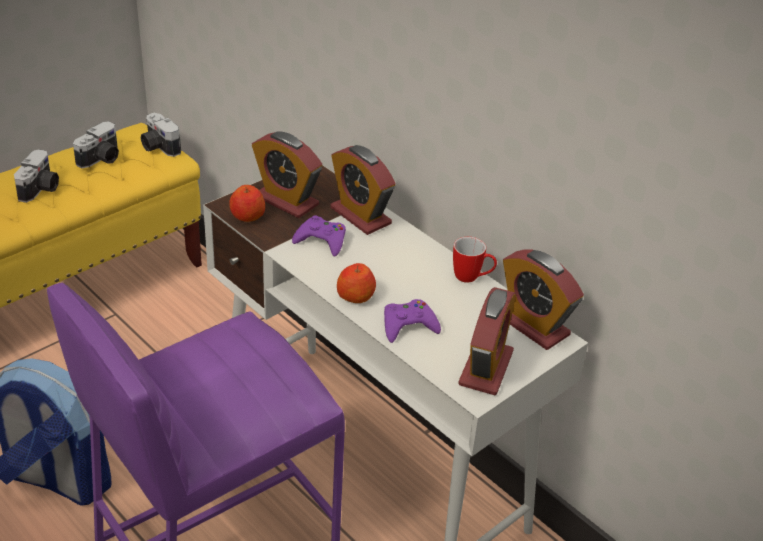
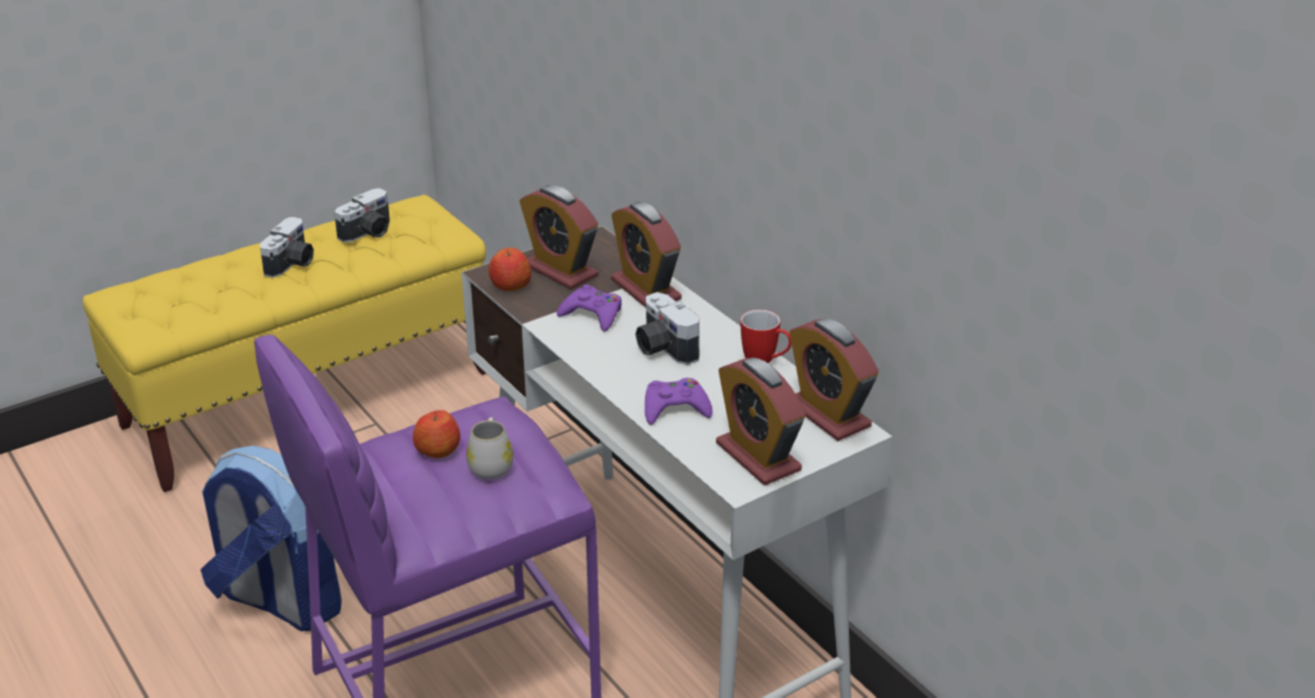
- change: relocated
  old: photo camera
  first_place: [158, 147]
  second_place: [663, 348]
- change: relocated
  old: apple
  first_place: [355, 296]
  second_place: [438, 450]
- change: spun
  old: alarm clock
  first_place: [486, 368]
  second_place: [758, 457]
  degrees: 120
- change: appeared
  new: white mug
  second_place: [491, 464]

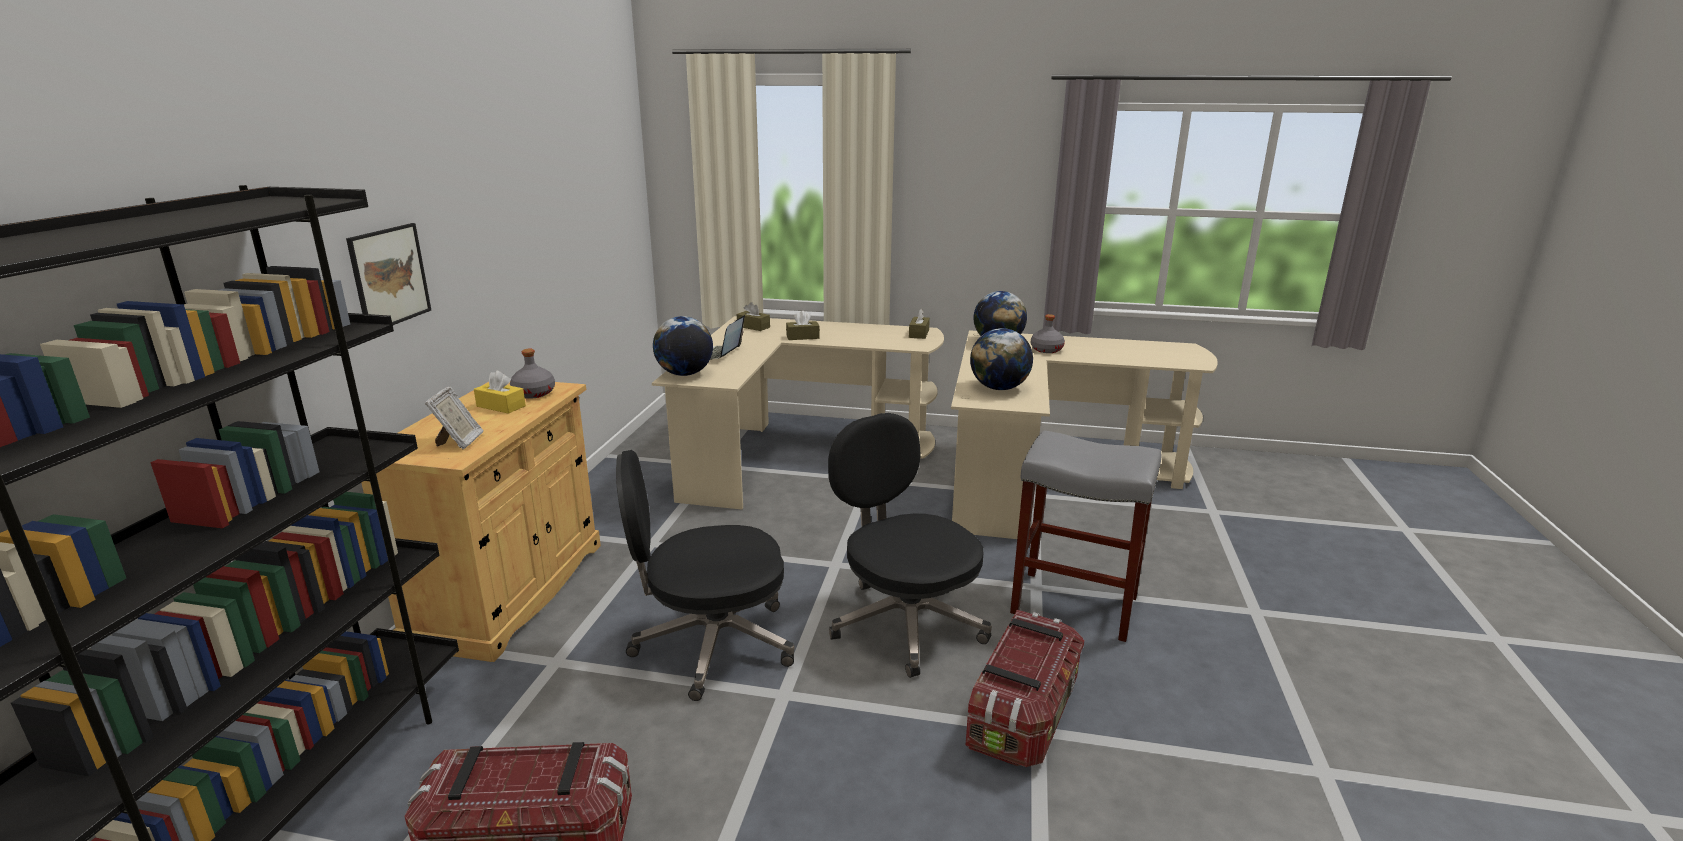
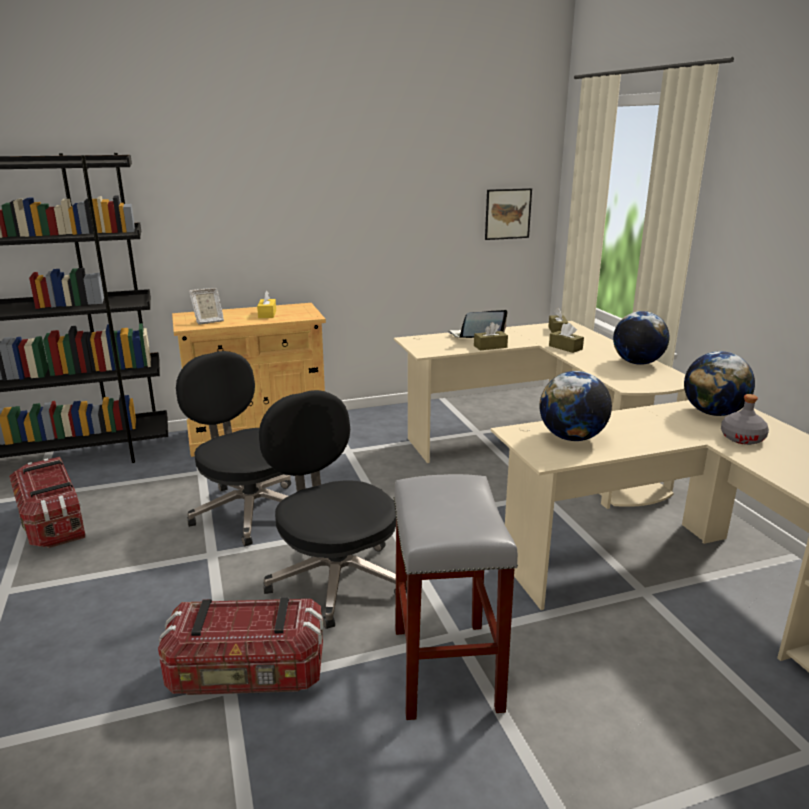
- change: relocated
  old: picture
  first_place: [389, 276]
  second_place: [507, 214]
- change: relocated
  old: brown tissue box
  first_place: [919, 334]
  second_place: [490, 346]
- change: relocated
  old: globe
  first_place: [684, 374]
  second_place: [637, 363]
- change: missing
  old: grey bottle
  first_place: [534, 393]
- change: spun
  old: black office chair
  first_place: [905, 622]
  second_place: [335, 578]
  degrees: -60

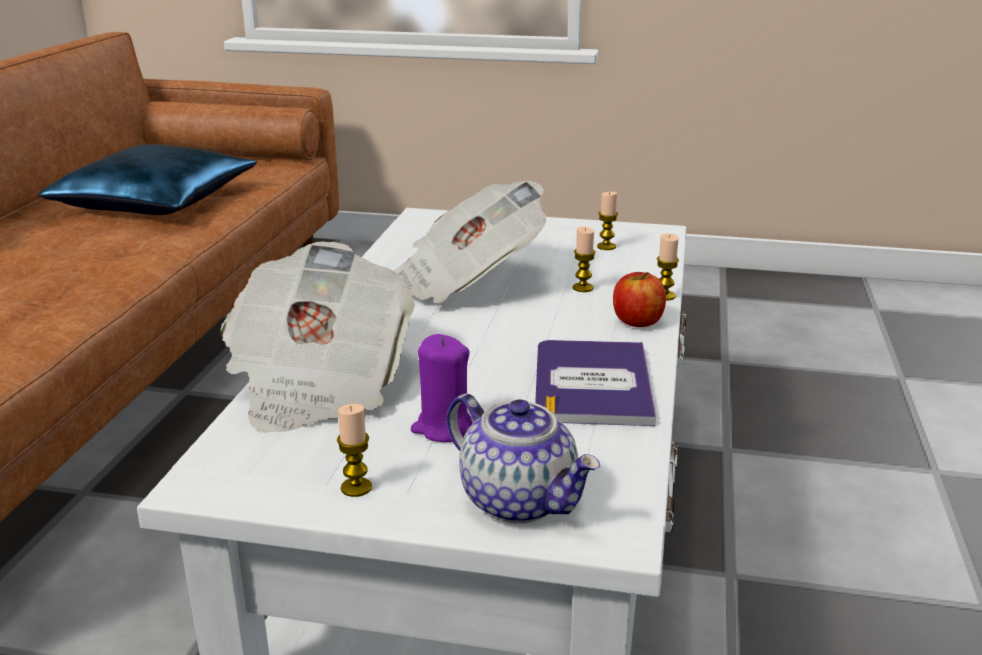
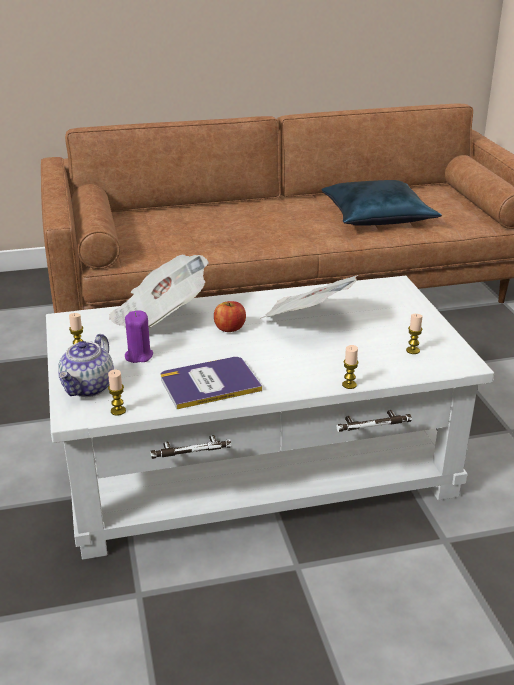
- change: relocated
  old: candle
  first_place: [583, 288]
  second_place: [118, 411]
- change: relocated
  old: apple
  first_place: [637, 321]
  second_place: [229, 328]

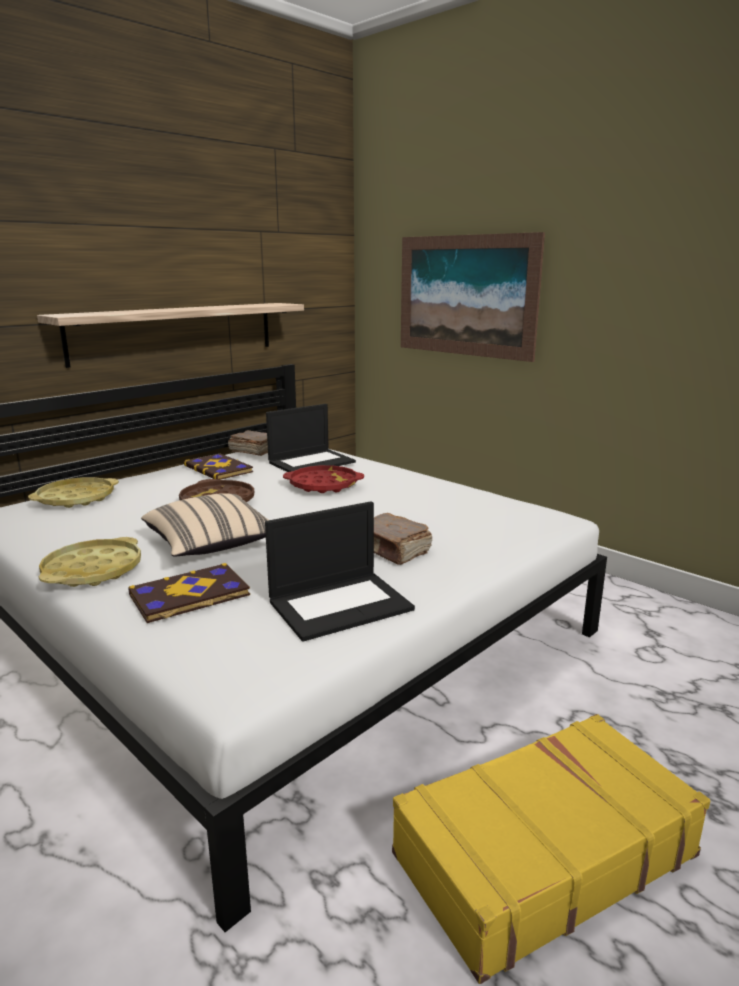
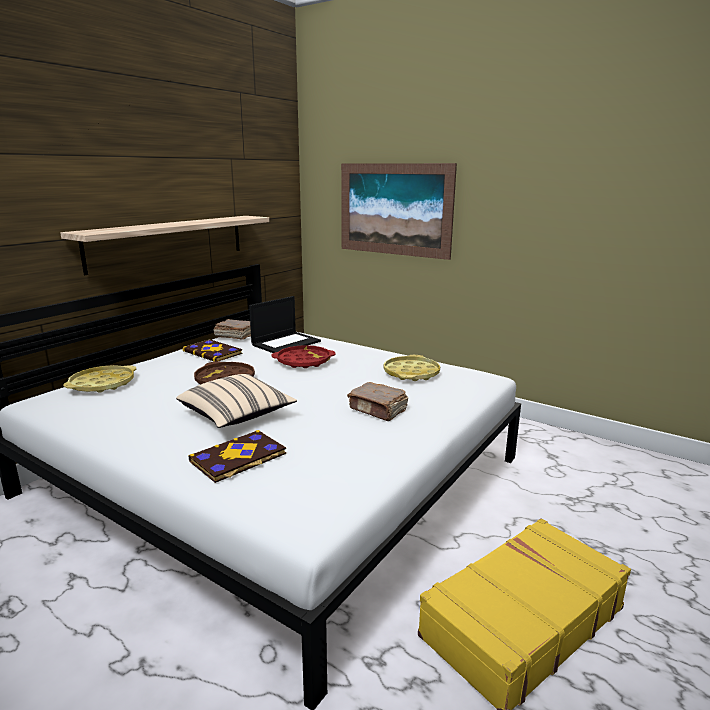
- change: missing
  old: laptop
  first_place: [341, 604]
- change: relocated
  old: yellow tray
  first_place: [93, 570]
  second_place: [411, 373]

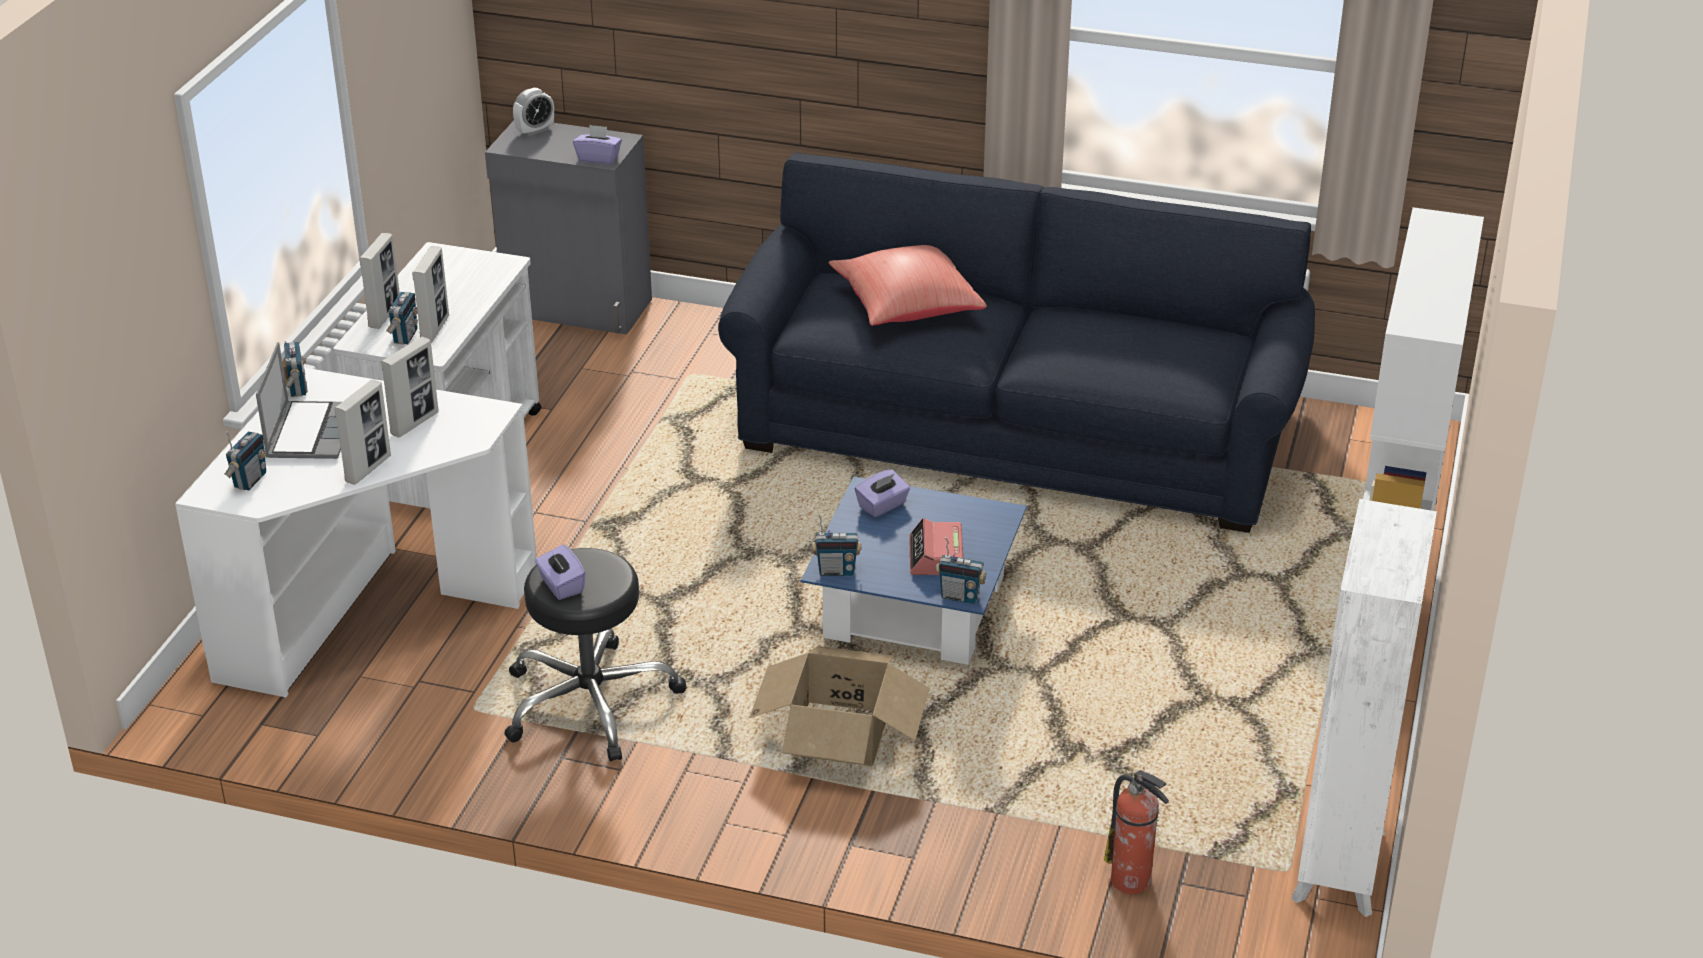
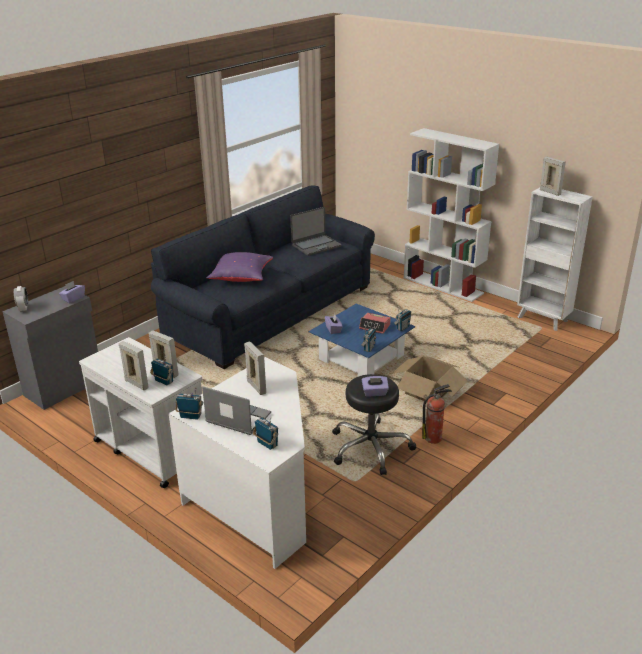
- change: colour
  old: red pillow
  new: purple pillow
  first_place: [905, 307]
  second_place: [240, 278]
- change: relocated
  old: picture frame
  first_place: [368, 468]
  second_place: [550, 192]
- change: relocated
  old: fire extinguisher
  first_place: [1132, 881]
  second_place: [434, 438]
- change: appeared
  new: laptop
  second_place: [316, 245]

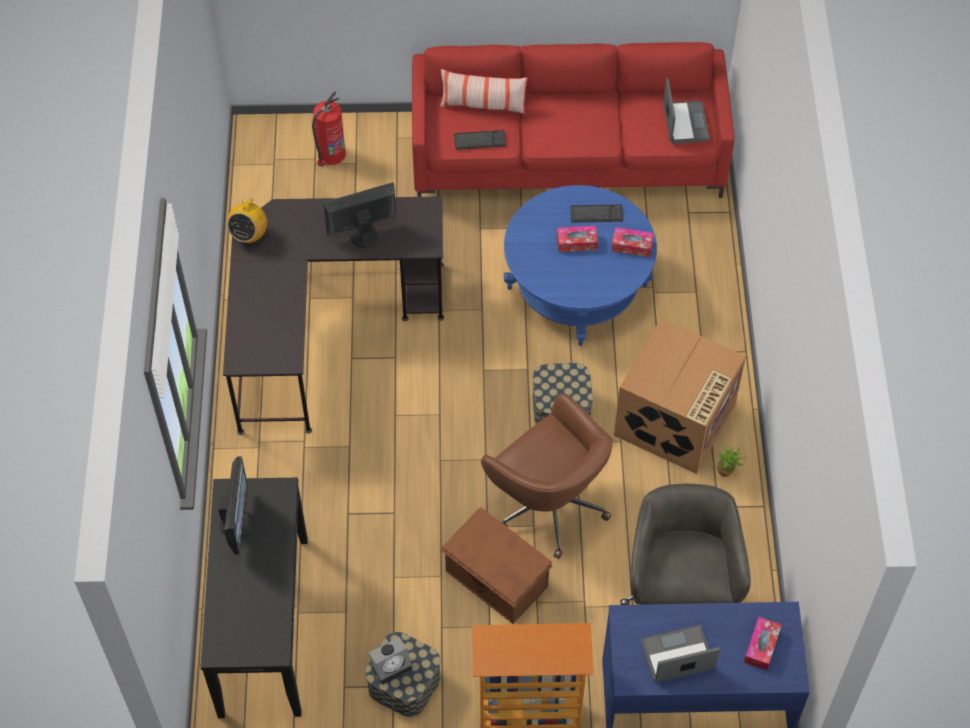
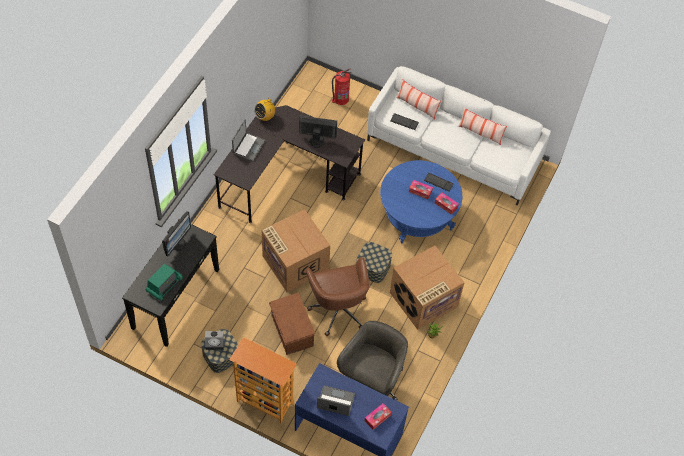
- change: colour
  old: red sofa
  new: white sofa
  first_place: [567, 157]
  second_place: [453, 151]
- change: relocated
  old: laptop
  first_place: [684, 123]
  second_place: [248, 147]
- change: appeared
  new: pillow
  second_place: [480, 133]
- change: appeared
  new: cardboard box
  second_place: [294, 263]
- change: appeared
  new: radio
  second_place: [164, 285]

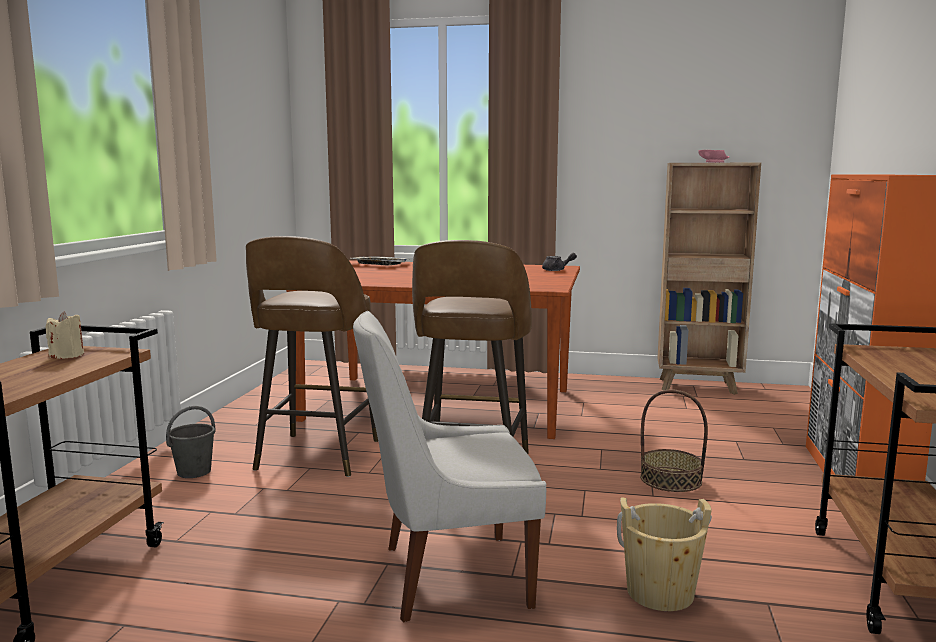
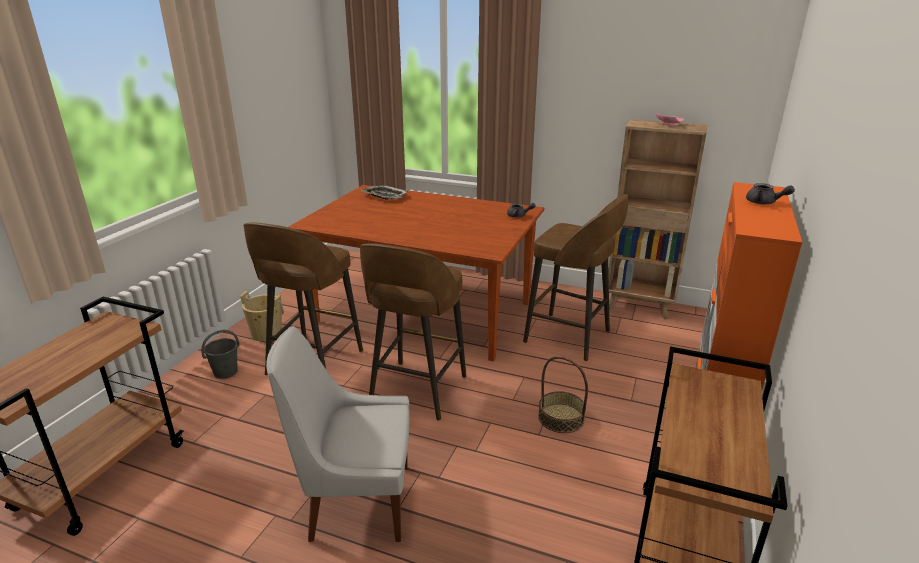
- change: missing
  old: beige candle
  first_place: [67, 355]
- change: relocated
  old: beige bucket
  first_place: [660, 593]
  second_place: [266, 333]
- change: appeared
  new: grey teapot
  second_place: [764, 203]
- change: appeared
  new: brown stool
  second_place: [570, 337]

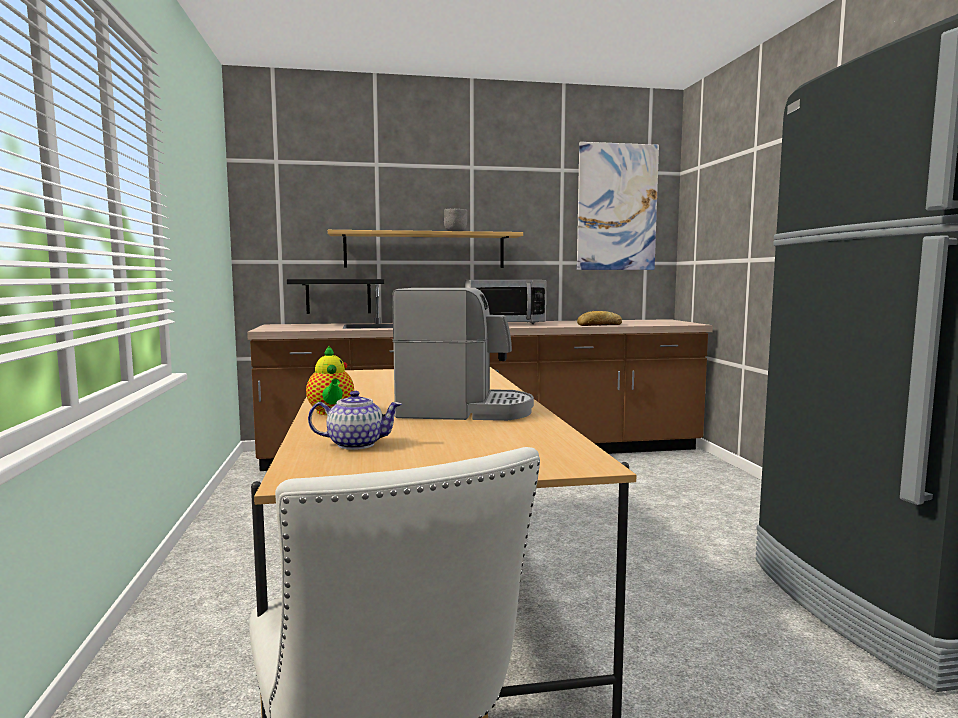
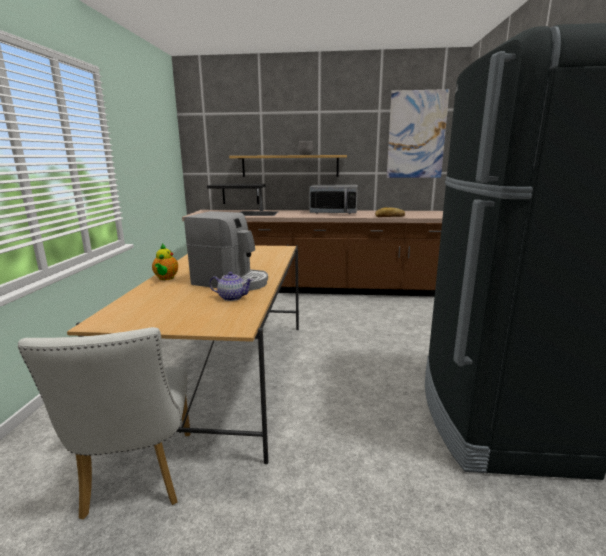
- change: relocated
  old: teapot
  first_place: [355, 444]
  second_place: [232, 297]

